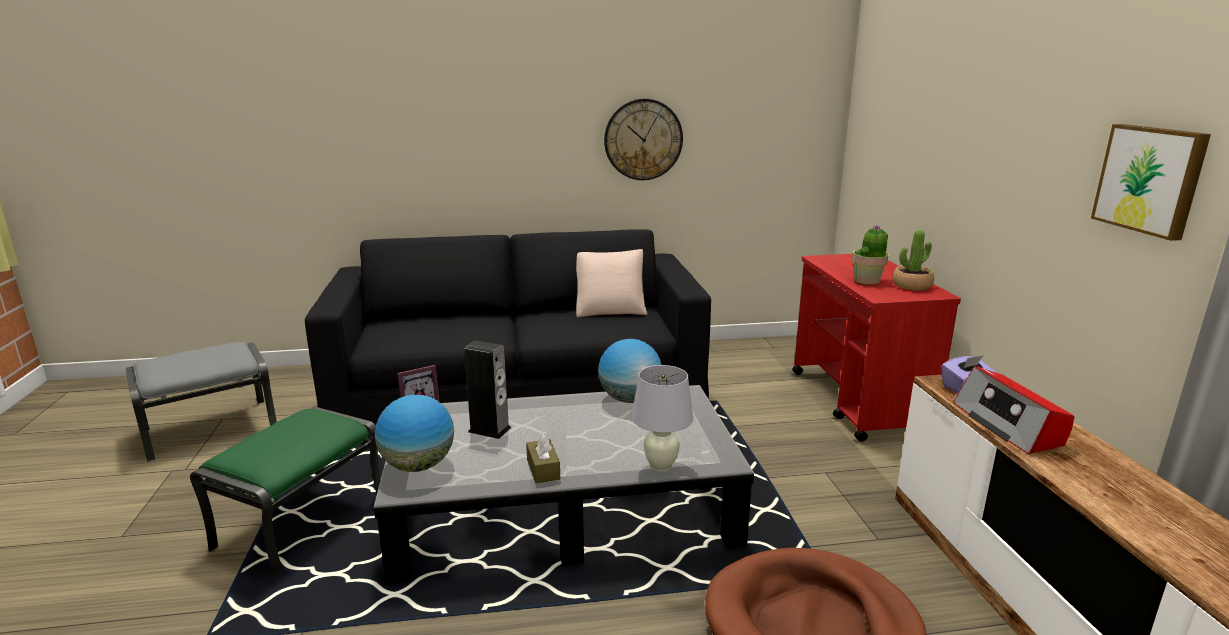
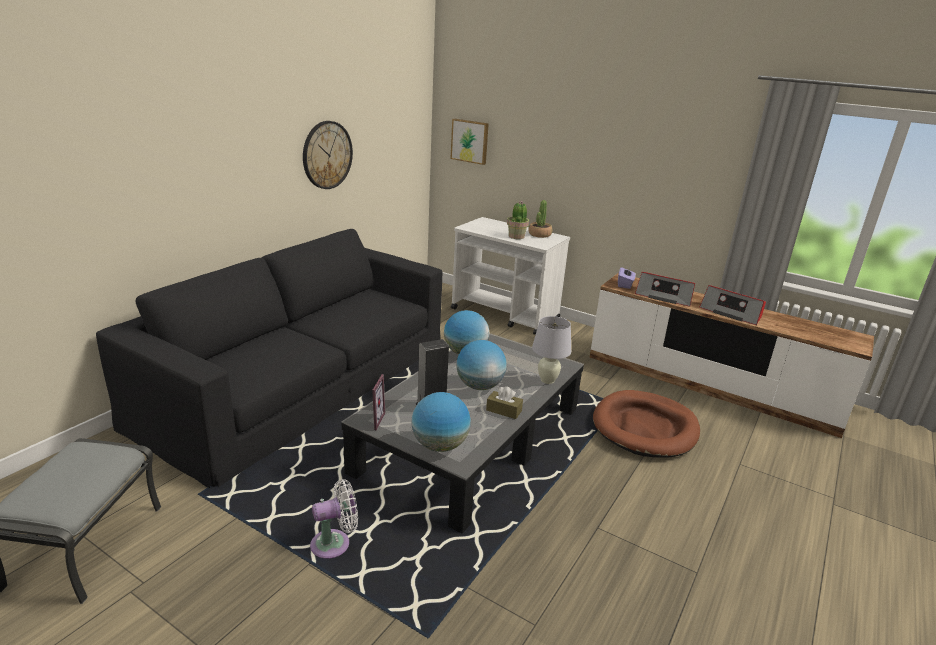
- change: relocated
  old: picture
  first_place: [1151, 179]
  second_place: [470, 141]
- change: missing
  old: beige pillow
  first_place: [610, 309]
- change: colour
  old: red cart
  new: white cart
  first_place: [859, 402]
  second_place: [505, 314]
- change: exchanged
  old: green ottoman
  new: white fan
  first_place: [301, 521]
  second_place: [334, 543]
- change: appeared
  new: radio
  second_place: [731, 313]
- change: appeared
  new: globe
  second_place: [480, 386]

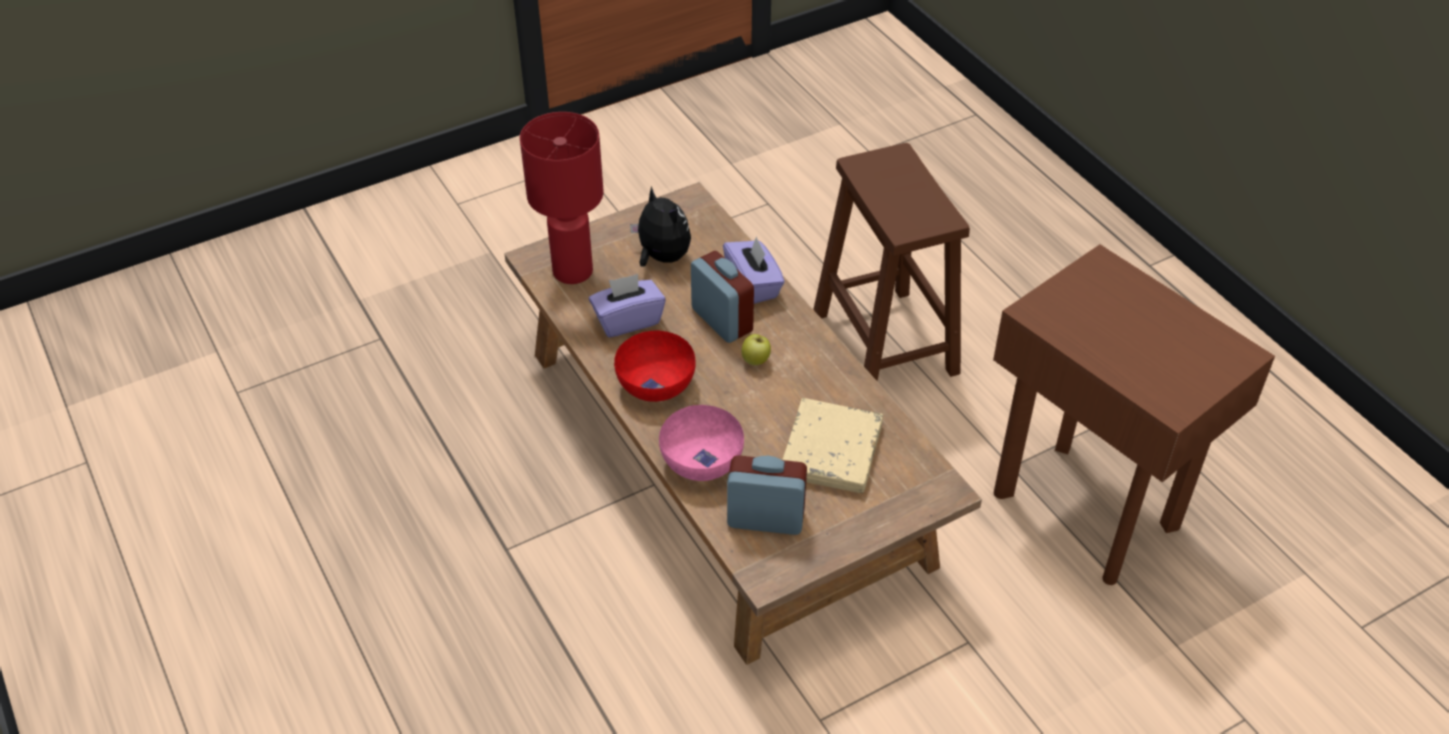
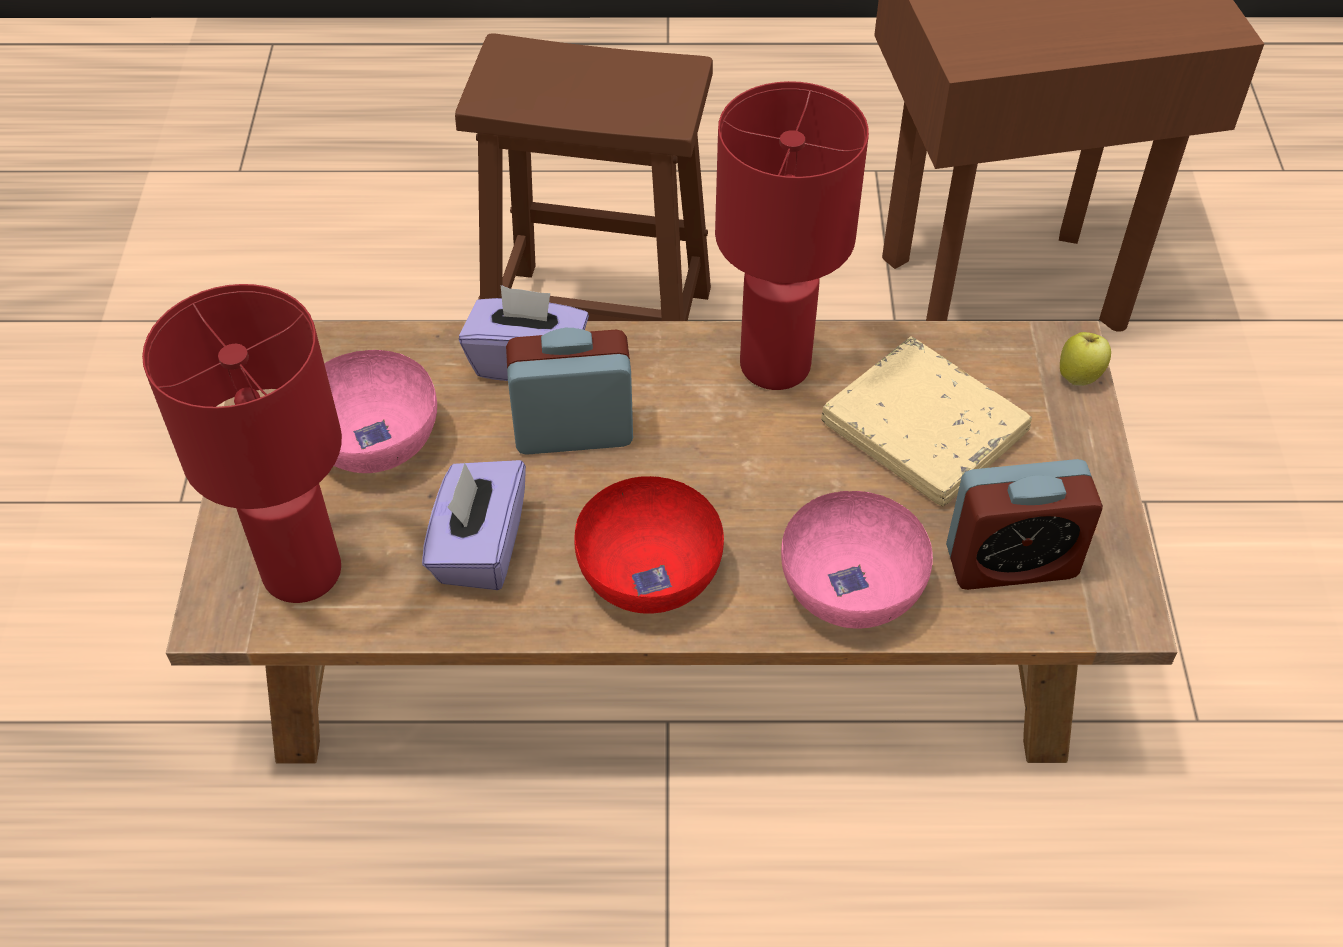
- change: exchanged
  old: plush toy
  new: pink bowl
  first_place: [661, 257]
  second_place: [373, 442]
- change: relocated
  old: apple
  first_place: [756, 361]
  second_place: [1079, 376]
- change: spun
  old: alarm clock
  first_place: [765, 518]
  second_place: [1011, 562]
  degrees: -135
- change: appeared
  new: red table lamp
  second_place: [776, 367]

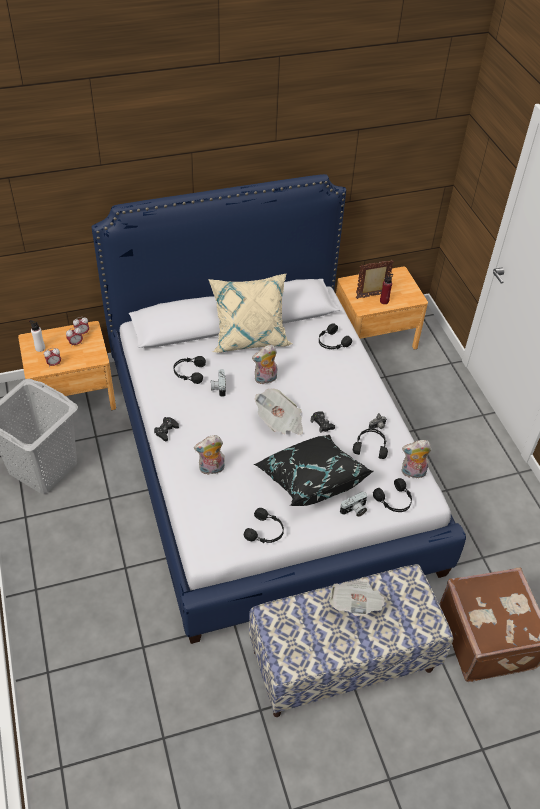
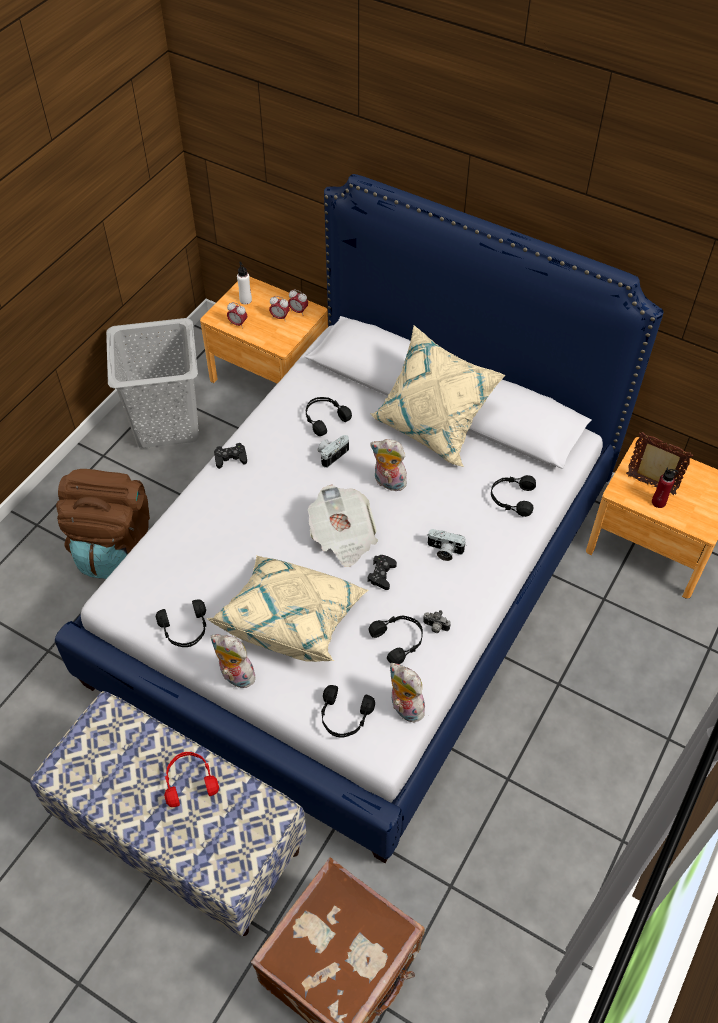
- change: colour
  old: black pillow
  new: beige pillow
  first_place: [310, 480]
  second_place: [293, 619]
- change: relocated
  old: plush toy
  first_place: [211, 469]
  second_place: [235, 676]
- change: relocated
  old: photo camera
  first_place: [354, 510]
  second_place: [444, 551]
- change: exchanged
  old: newspaper
  new: red headphones
  first_place: [355, 604]
  second_place: [189, 781]
- change: appeared
  new: brown backpack
  second_place: [114, 546]

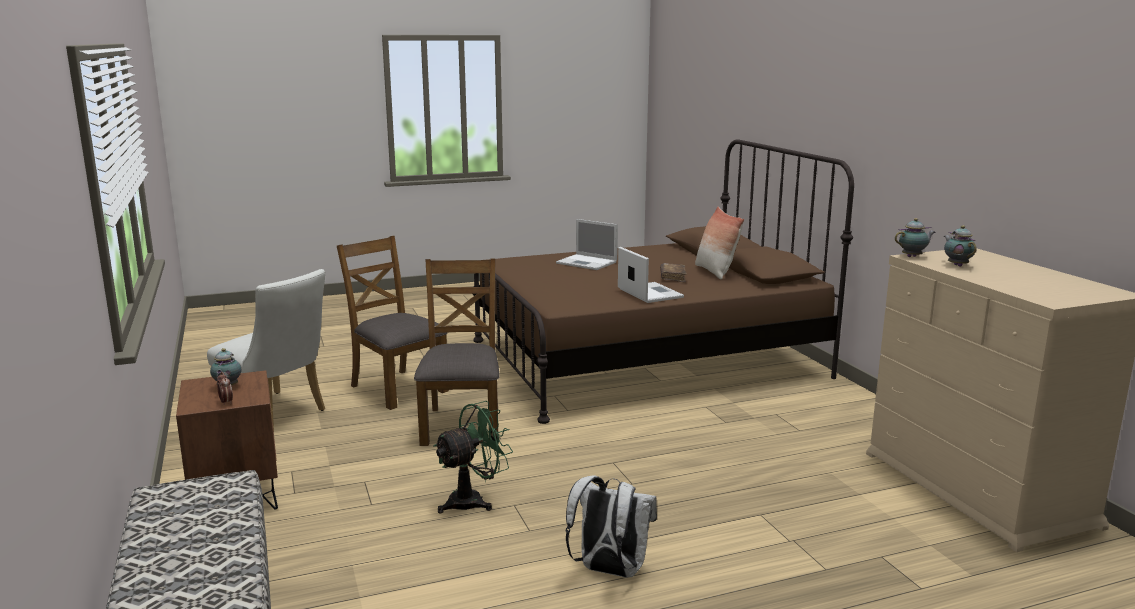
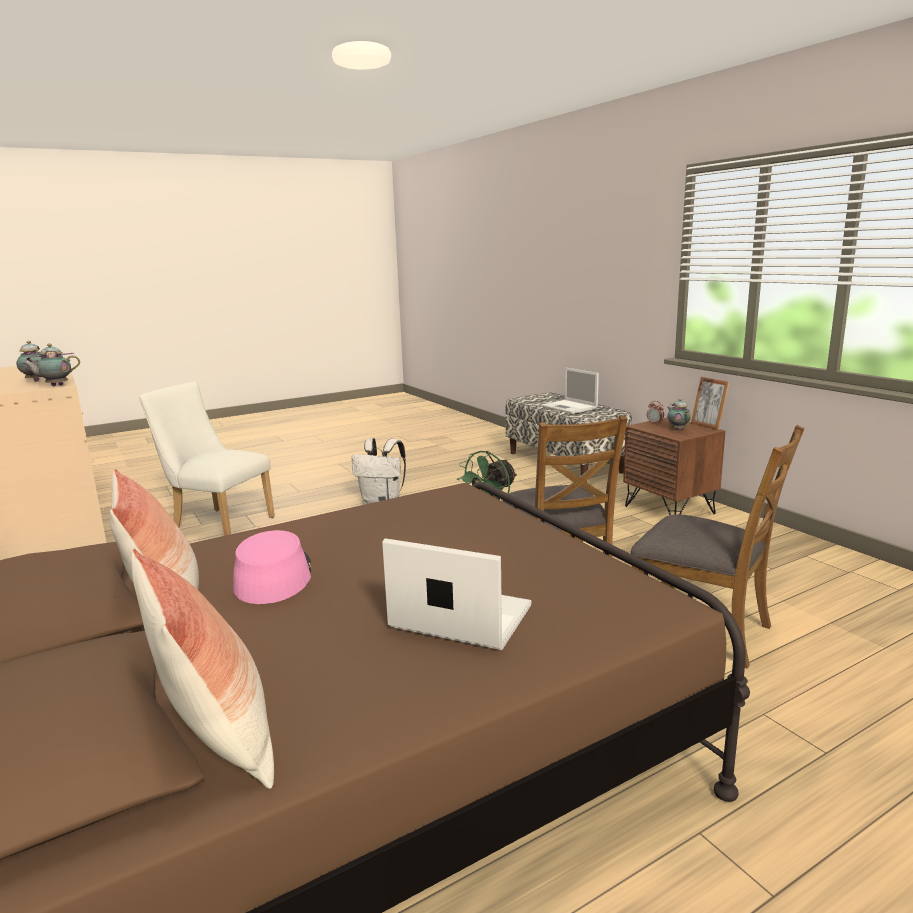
- change: relocated
  old: laptop
  first_place: [649, 293]
  second_place: [570, 407]
- change: exchanged
  old: brown book
  new: pink hat
  first_place: [672, 278]
  second_place: [273, 576]
- change: relocated
  old: white chair
  first_place: [278, 414]
  second_place: [218, 524]
- change: appeared
  new: picture frame
  second_place: [707, 426]
- change: appeared
  new: pillow
  second_place: [218, 739]

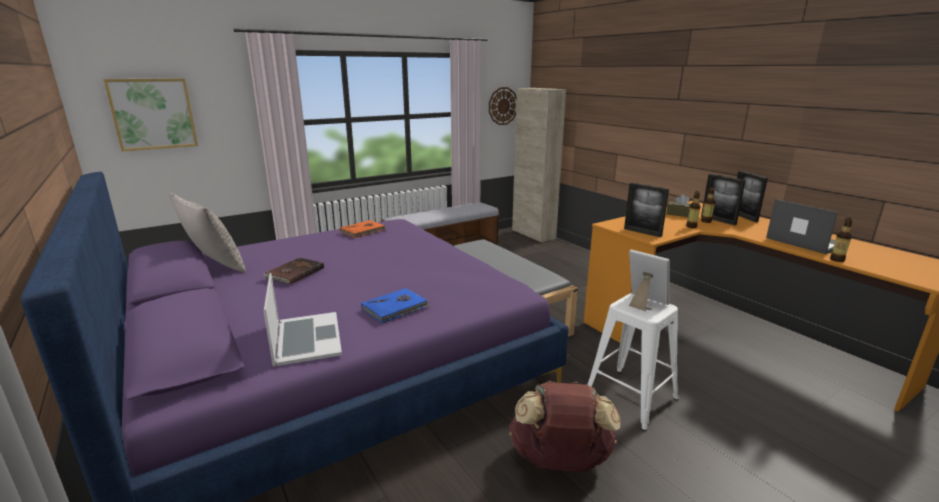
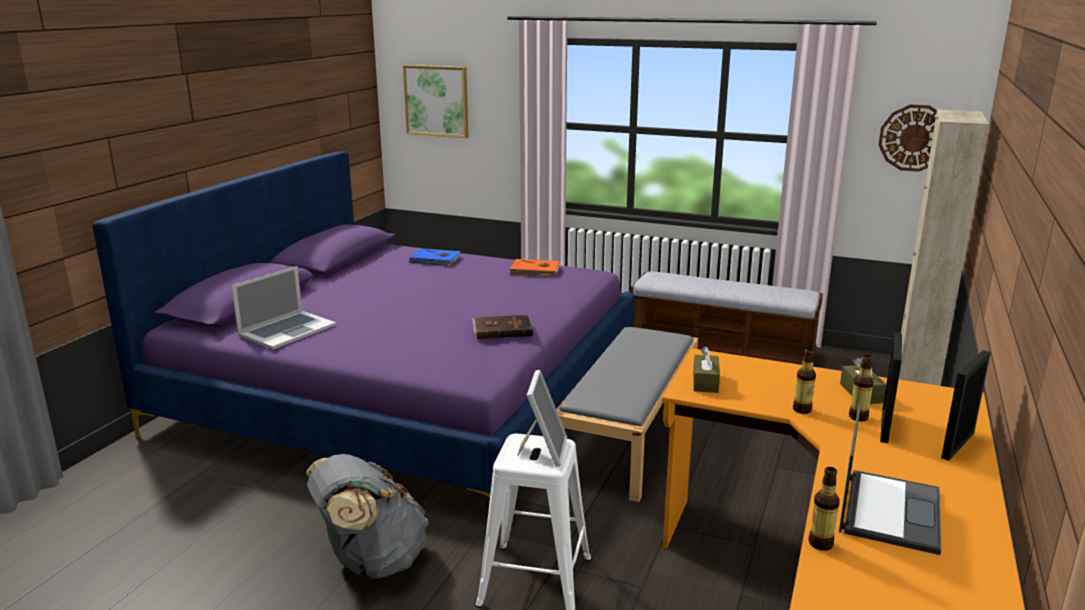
- change: exchanged
  old: picture frame
  new: brown tissue box
  first_place: [642, 232]
  second_place: [705, 382]
- change: missing
  old: grey pillow
  first_place: [214, 265]
- change: relocated
  old: brown book
  first_place: [294, 273]
  second_place: [502, 329]
- change: relocated
  old: blue book
  first_place: [396, 308]
  second_place: [435, 260]
- change: colour
  old: brown backpack
  new: grey backpack
  first_place: [559, 462]
  second_place: [371, 561]

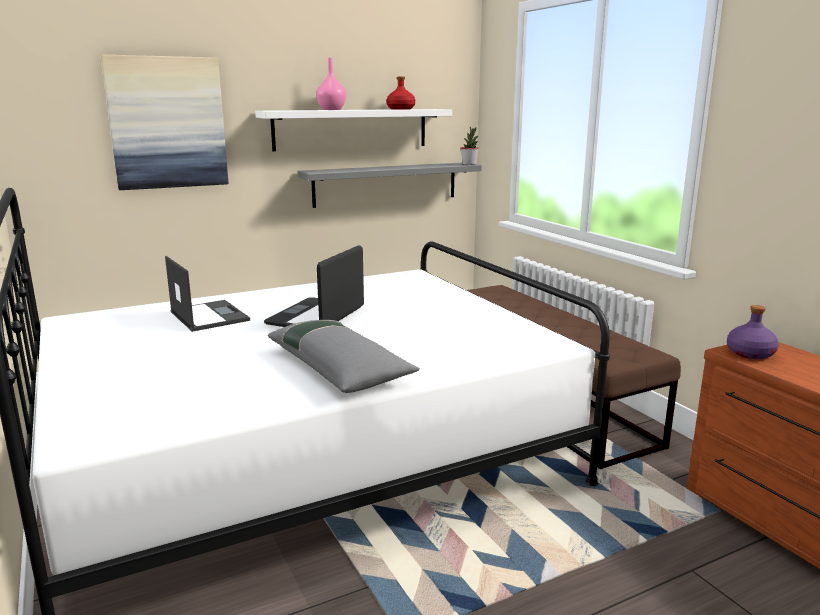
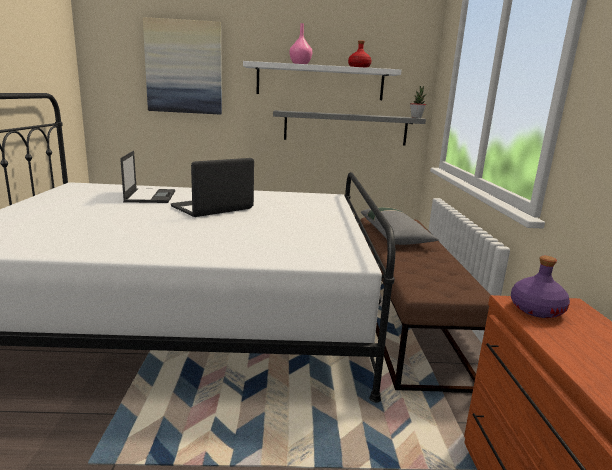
- change: relocated
  old: grey pillow
  first_place: [339, 368]
  second_place: [395, 234]

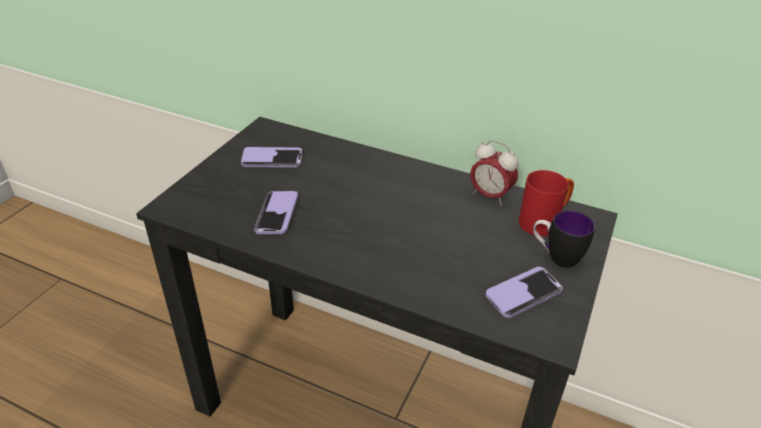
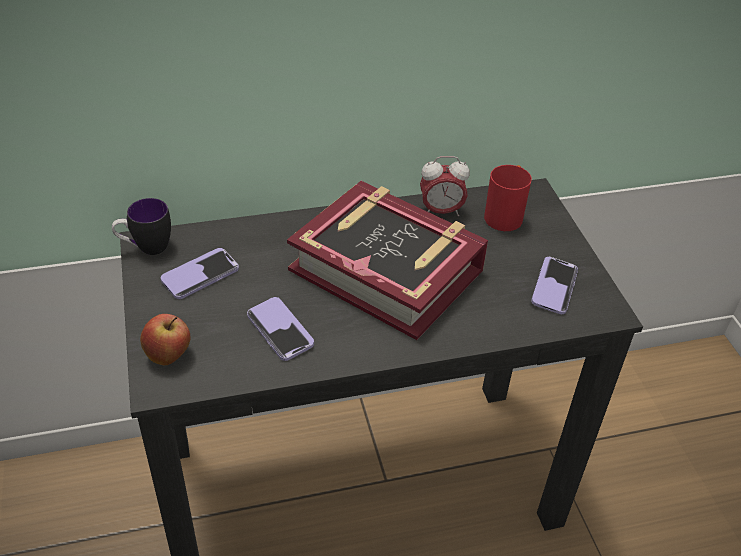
- change: relocated
  old: mug
  first_place: [555, 257]
  second_place: [146, 248]
- change: appeared
  new: book
  second_place: [387, 270]
- change: appeared
  new: apple
  second_place: [169, 356]

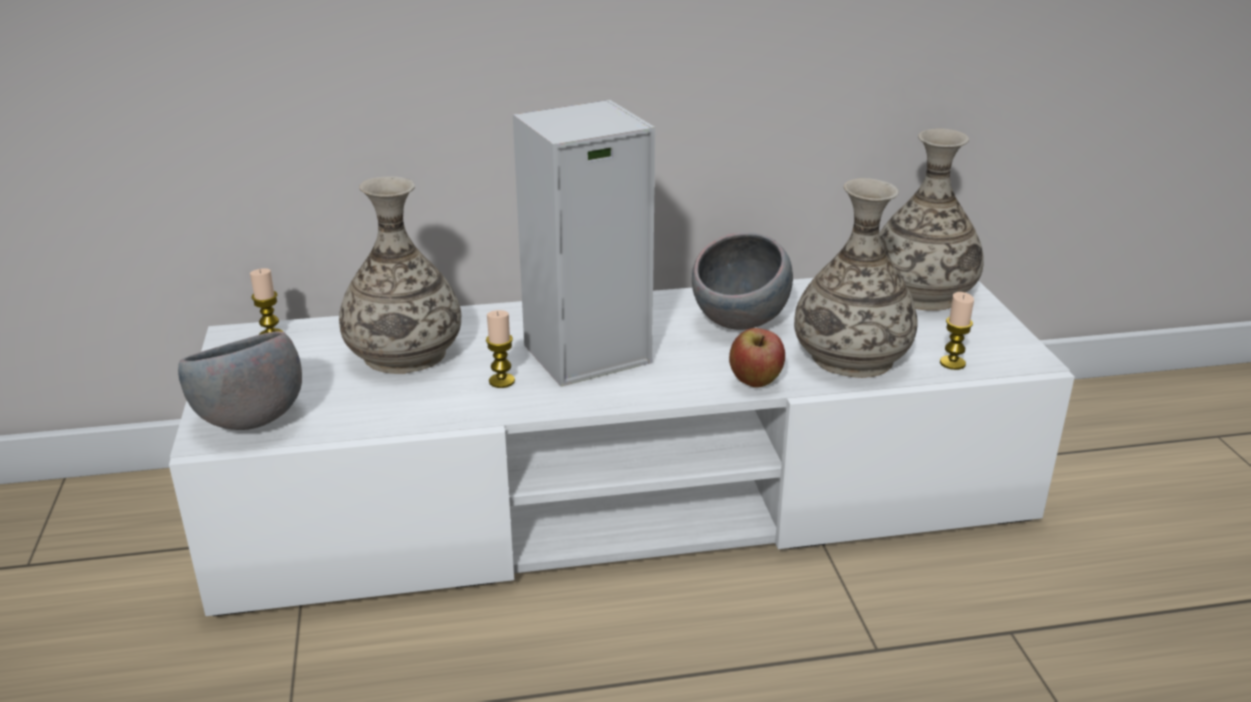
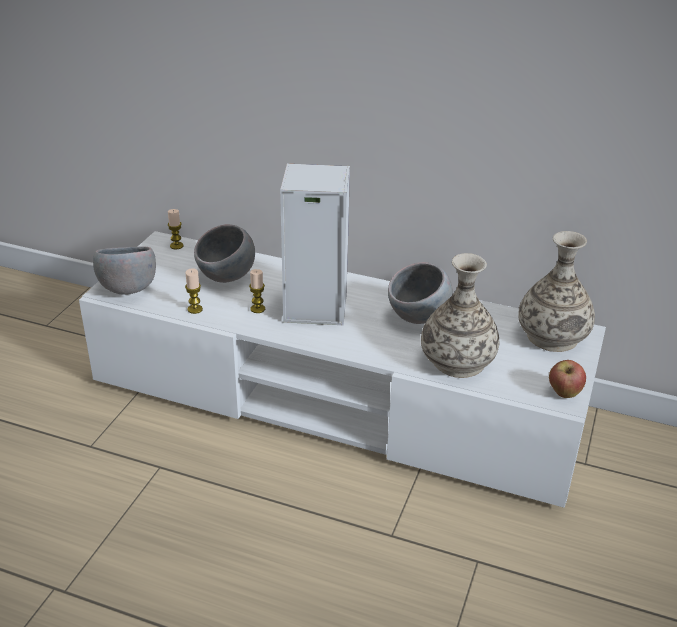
- change: exchanged
  old: vase
  new: grey bowl
  first_place: [405, 354]
  second_place: [227, 277]
- change: relocated
  old: candle
  first_place: [952, 363]
  second_place: [195, 309]
- change: relocated
  old: apple
  first_place: [755, 382]
  second_place: [564, 393]

